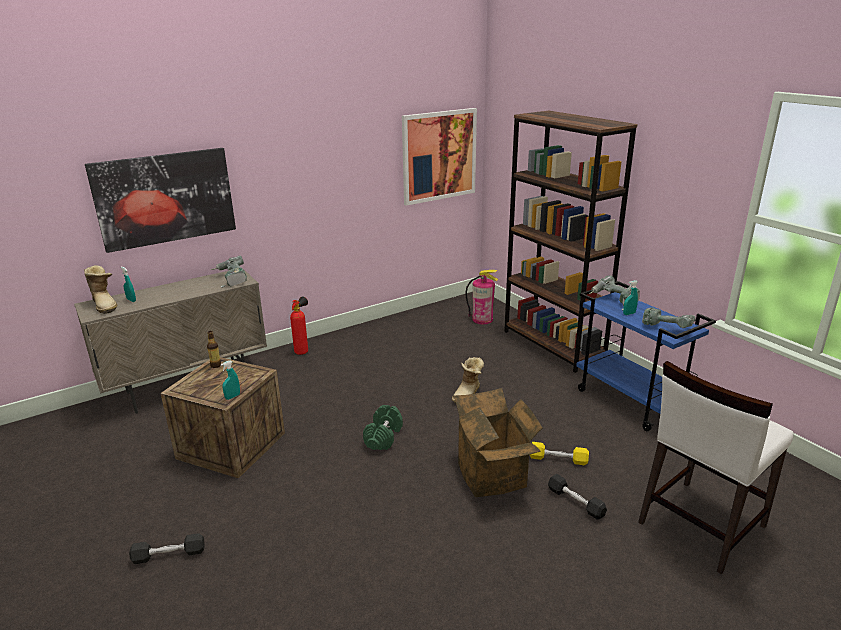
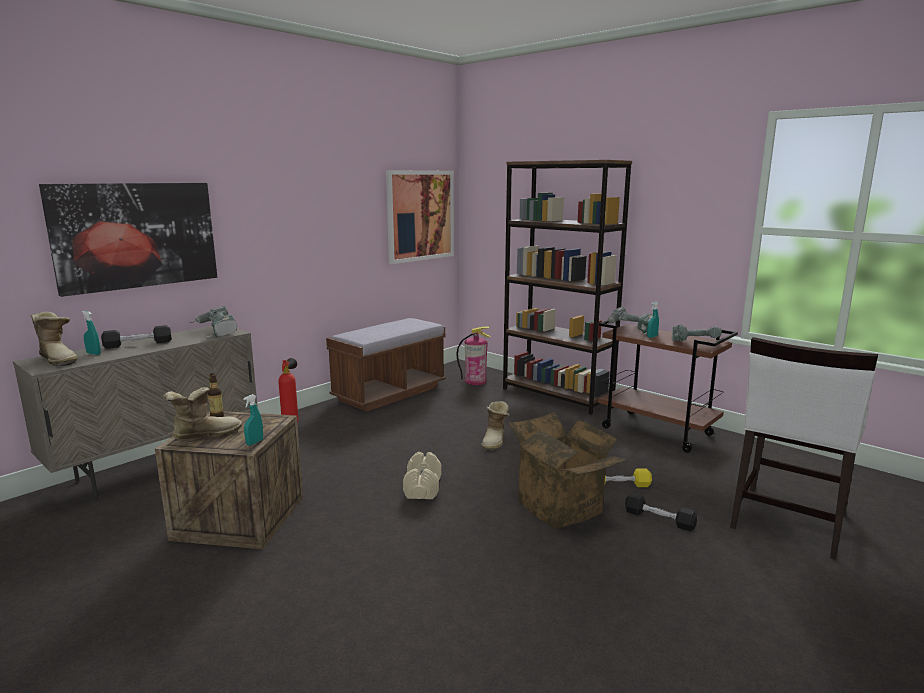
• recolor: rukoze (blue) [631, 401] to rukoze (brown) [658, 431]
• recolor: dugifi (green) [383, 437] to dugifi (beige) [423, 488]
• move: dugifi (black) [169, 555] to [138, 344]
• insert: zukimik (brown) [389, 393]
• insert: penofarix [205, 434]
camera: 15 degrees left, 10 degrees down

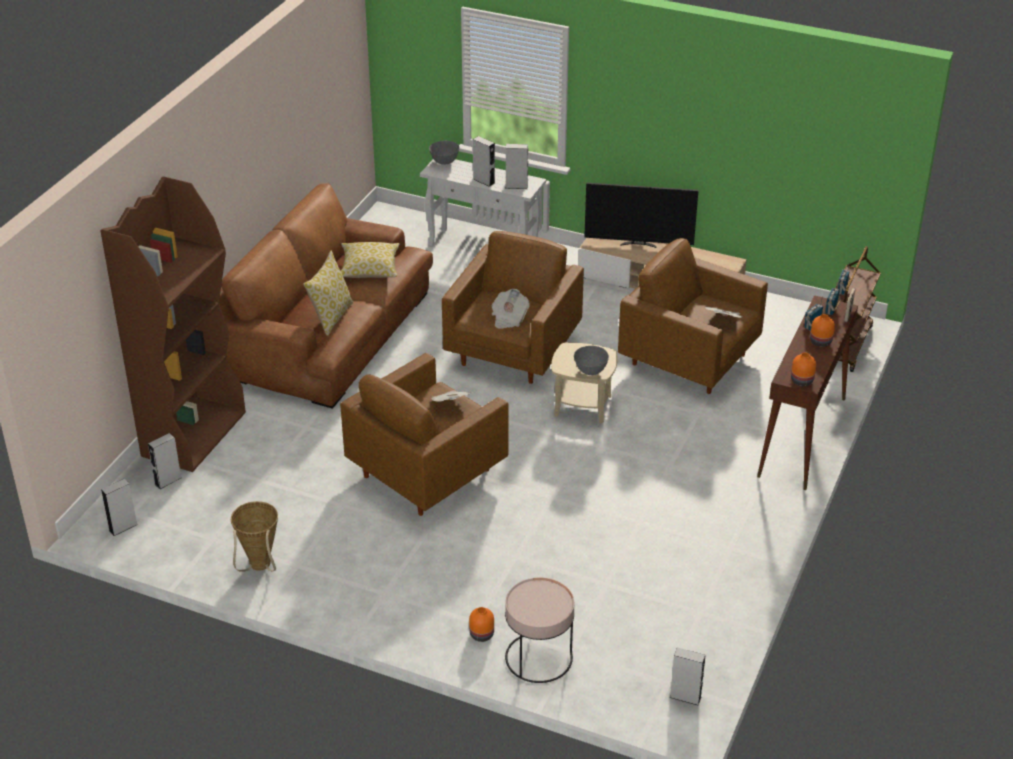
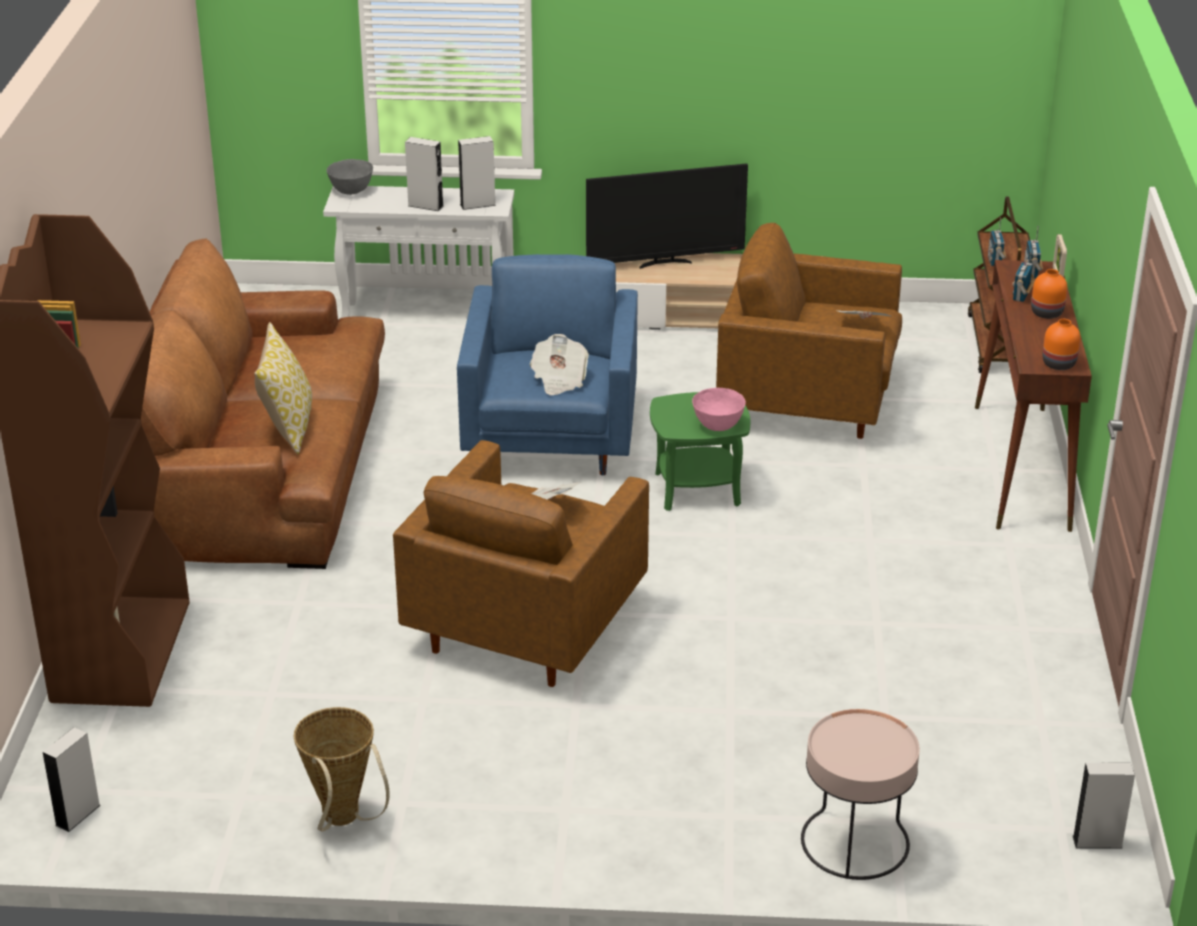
• recolor: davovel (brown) [513, 351] to davovel (blue) [551, 438]
• delete: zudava [369, 269]
• recolor: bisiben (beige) [582, 406] to bisiben (green) [697, 489]
• recolor: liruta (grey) [590, 371] to liruta (pink) [718, 426]
• delete: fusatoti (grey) [168, 481]
• delete: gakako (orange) [481, 635]
camera: 20 degrees left, 5 degrees down

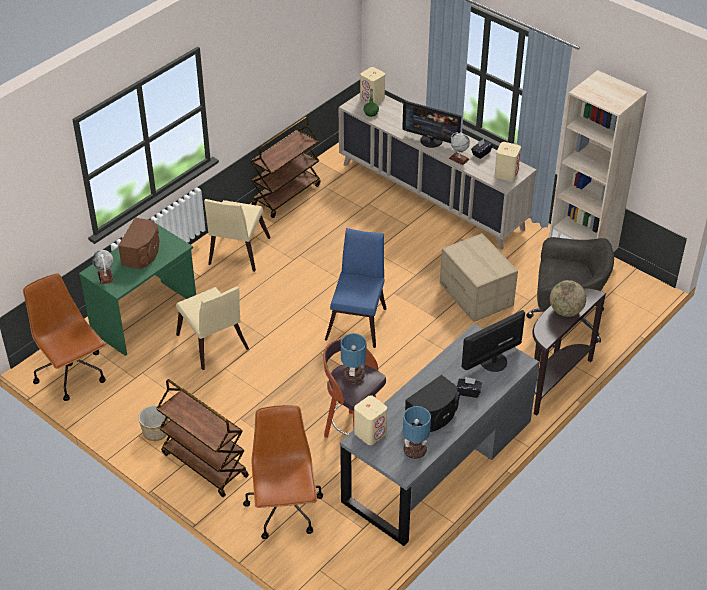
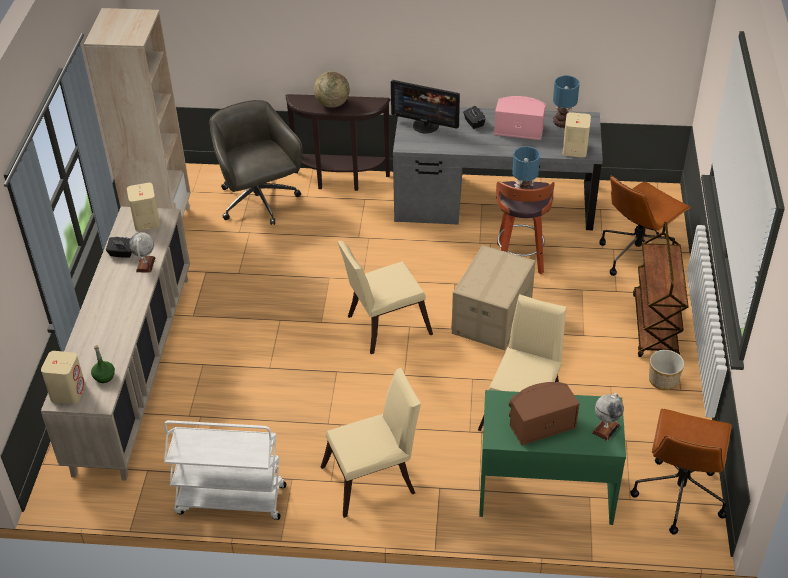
• delete: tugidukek [431, 140]
• recolor: rukoze (brown) [286, 195] to rukoze (white) [230, 500]
• recolor: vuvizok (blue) [358, 320] to vuvizok (beige) [383, 326]
• move: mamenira [477, 294] to [491, 317]
• recolor: fusatoti (black) [433, 416] to fusatoti (pink) [519, 128]
camera: 125 degrees left, 0 degrees up

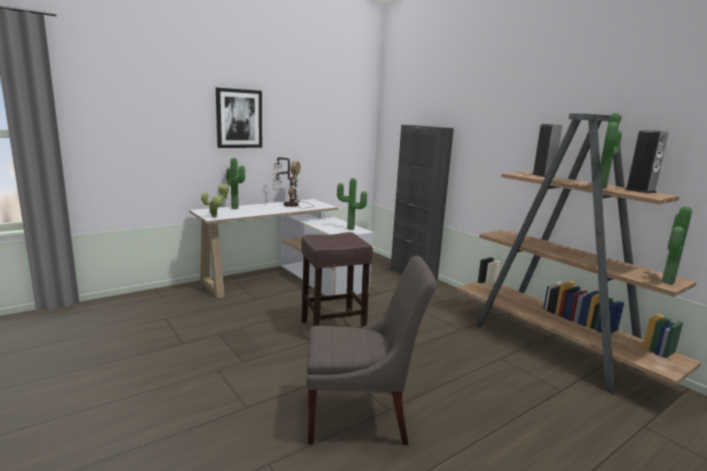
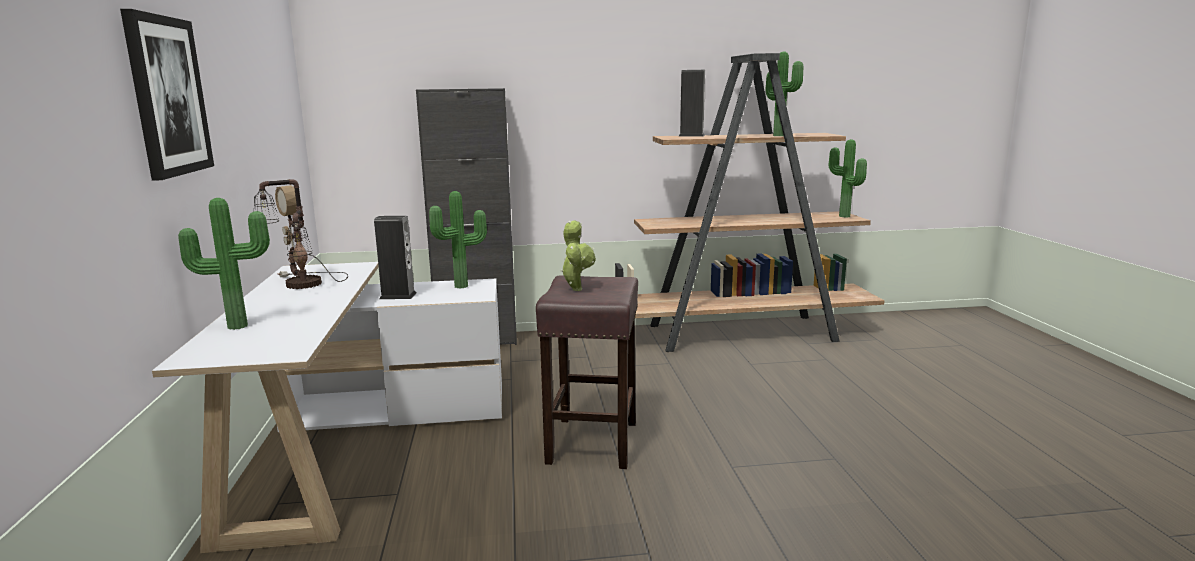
• move: fusatoti [640, 191] to [398, 296]
• move: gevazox [216, 217] to [576, 289]
• delete: vuvizok (grey) [361, 416]
camera: 60 degrees left, 0 degrees up

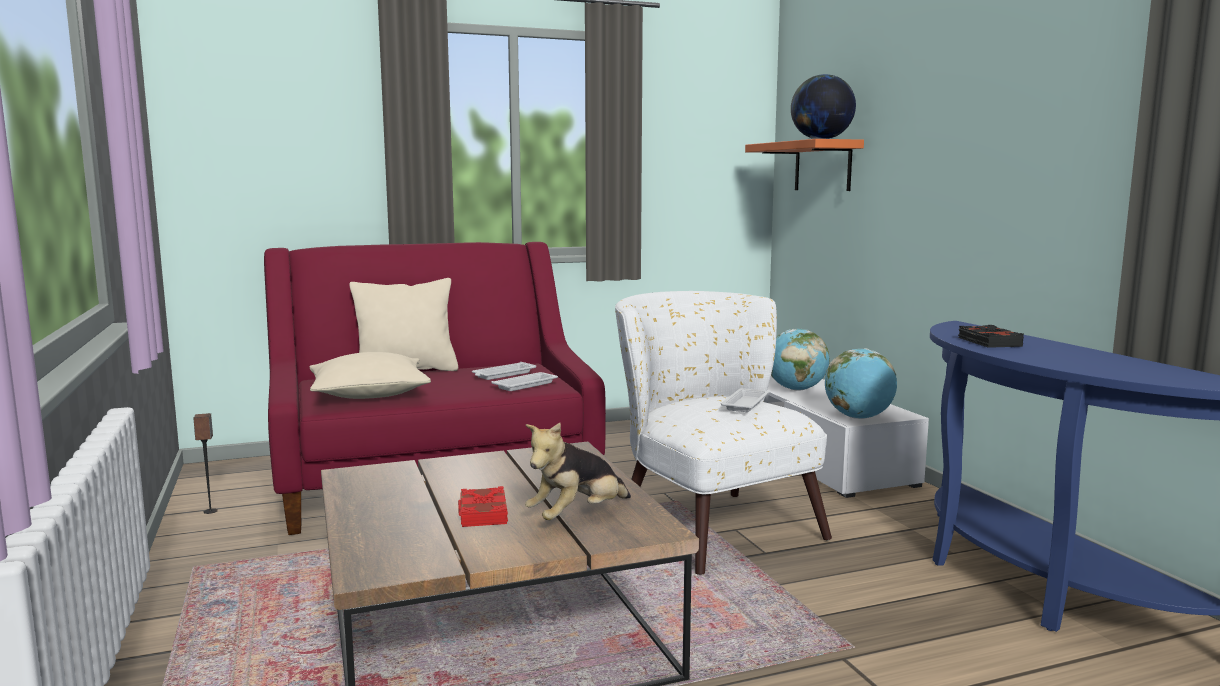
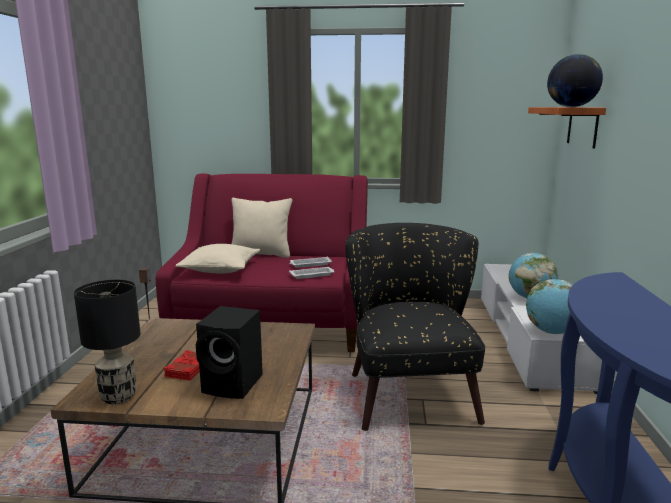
• recolor: davovel (white) [708, 522] to davovel (black) [408, 389]
• delete: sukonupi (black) [988, 342]
• delete: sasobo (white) [745, 404]
• replace: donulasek [577, 516] to fusatoti (black) [234, 384]
• insert: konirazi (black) [118, 397]
camera: 25 degrees right, 5 degrees up

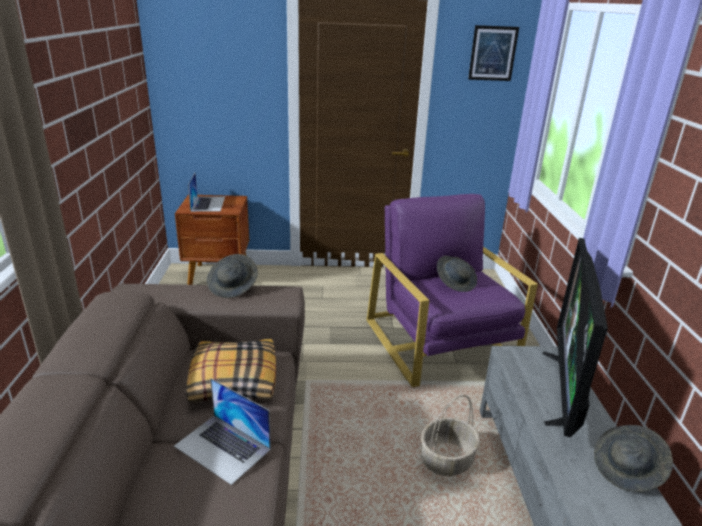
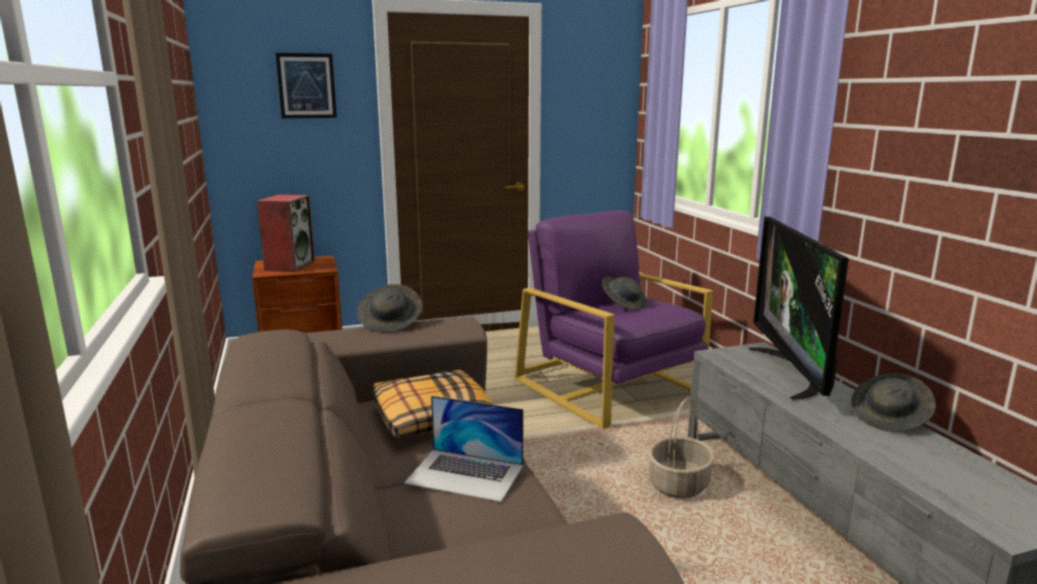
• move: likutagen [493, 53] to [306, 86]
• replace: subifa [208, 203] to fusatoti [289, 265]
camera: 15 degrees left, 10 degrees down

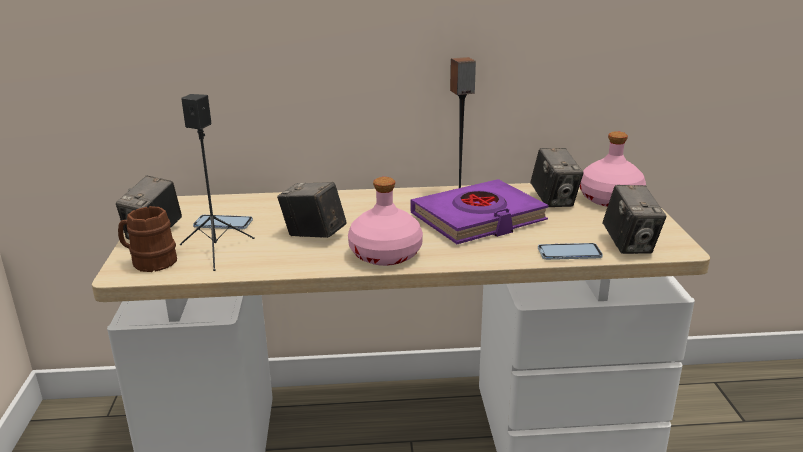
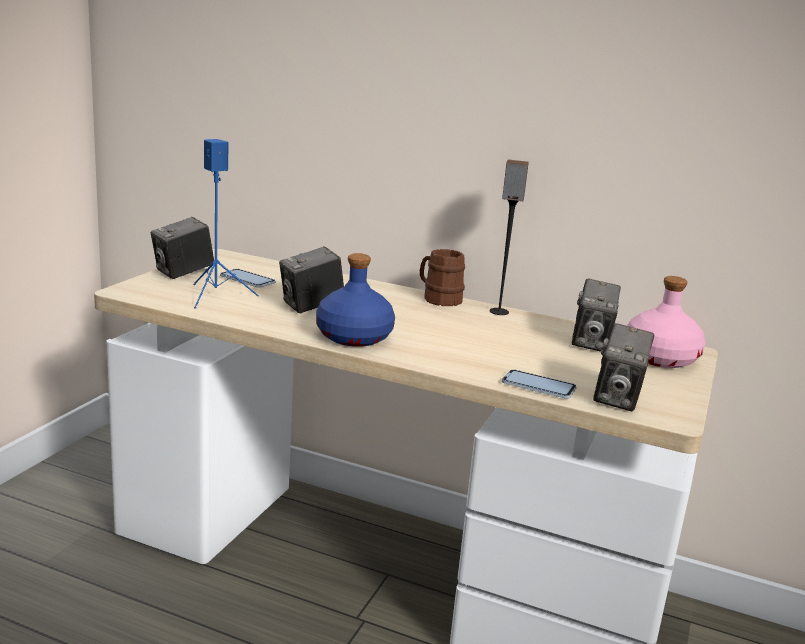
• recolor: fusatoti (black) [217, 250] to fusatoti (blue) [216, 295]
• recolor: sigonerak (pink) [385, 254] to sigonerak (blue) [353, 337]
• delete: sukonupi (purple) [478, 219]
• rotate: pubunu [313, 235] = [311, 307] 90 degrees counterclockwise
• move: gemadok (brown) [149, 262] to [438, 299]
camera: 25 degrees right, 5 degrees down

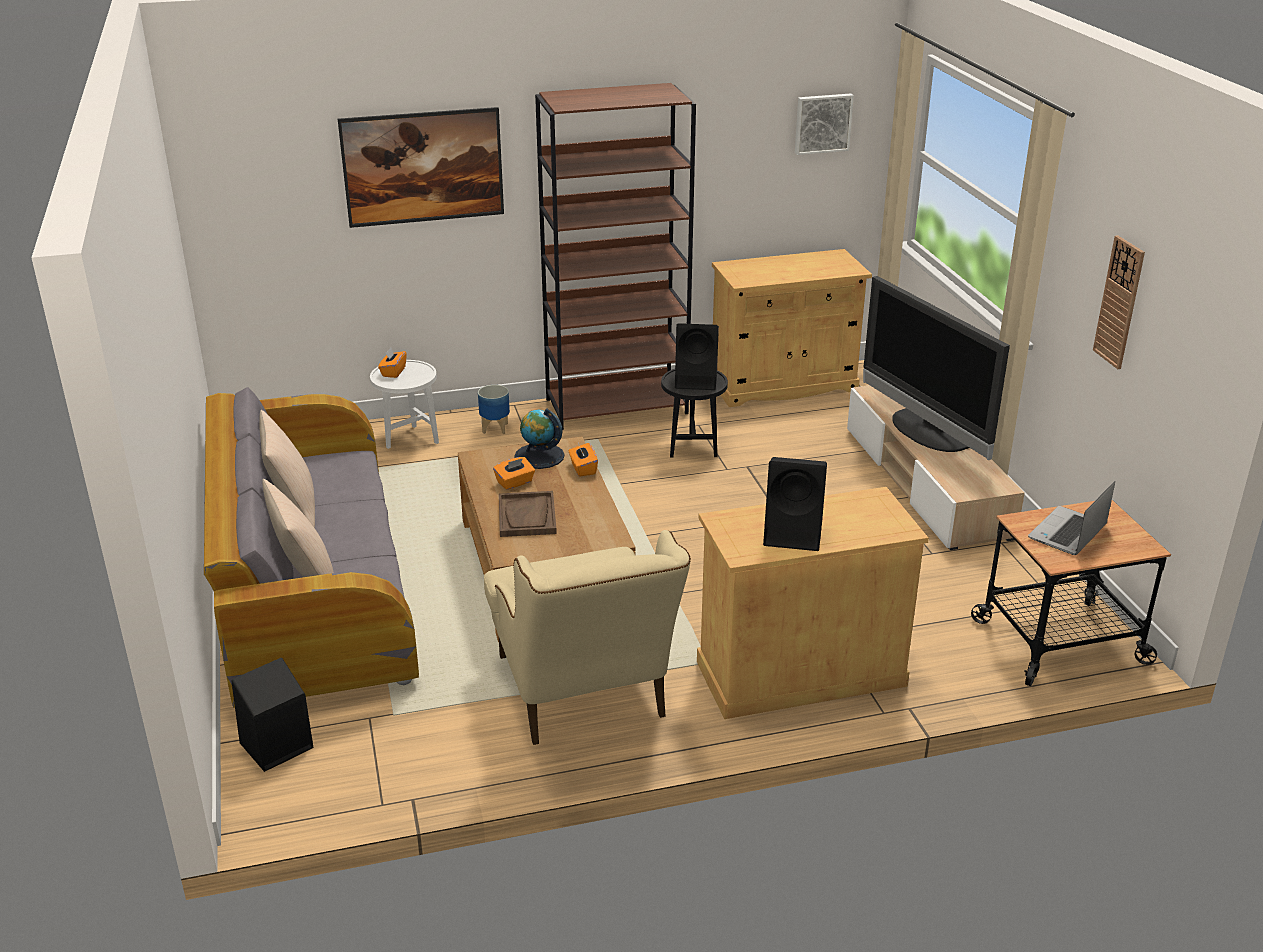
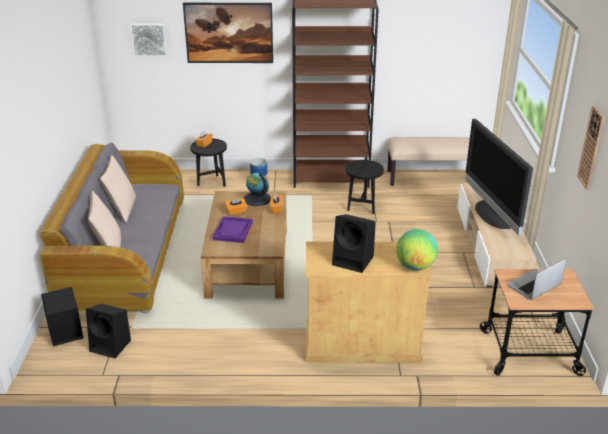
• move: likutagen [822, 123] to [149, 39]
• replace: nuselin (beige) [783, 385] to zukimik (beige) [432, 178]
• move: fusatoti (black) [697, 380] to [111, 346]
• recolor: bisiben (white) [409, 440] to bisiben (black) [211, 182]
• recolor: sasobo (brown) [527, 516] to sasobo (purple) [233, 231]
• delete: davovel (beige) [585, 698]
• insert: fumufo [415, 266]
camera: 15 degrees right, 0 degrees up

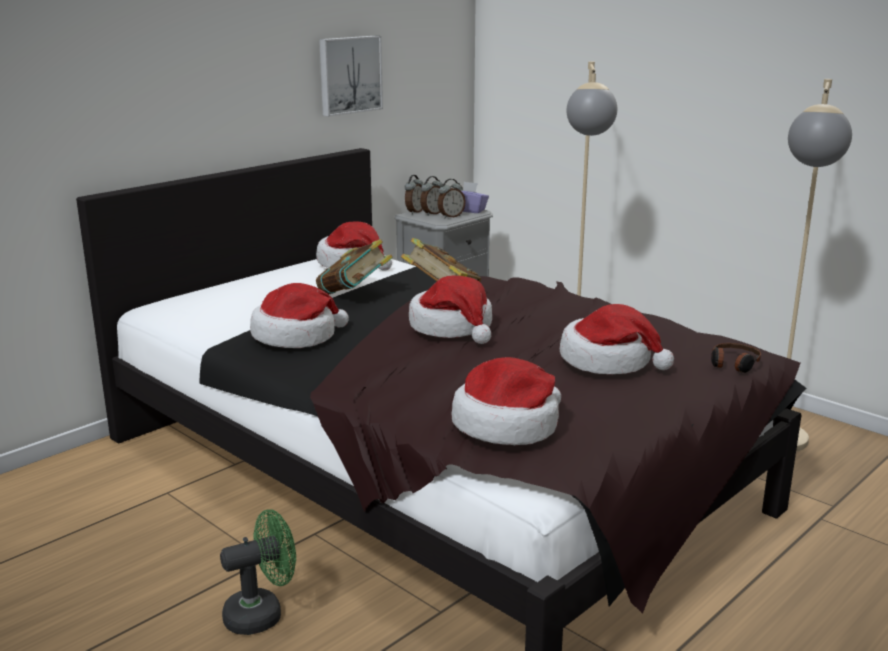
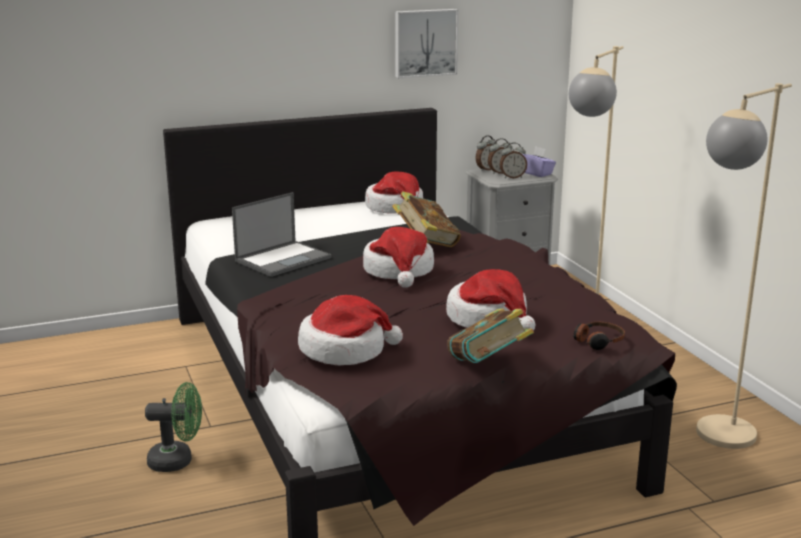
• move: sukonupi [354, 295] to [488, 367]
• replace: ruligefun [296, 336] to subifa [284, 259]
camera: 25 degrees right, 0 degrees up

